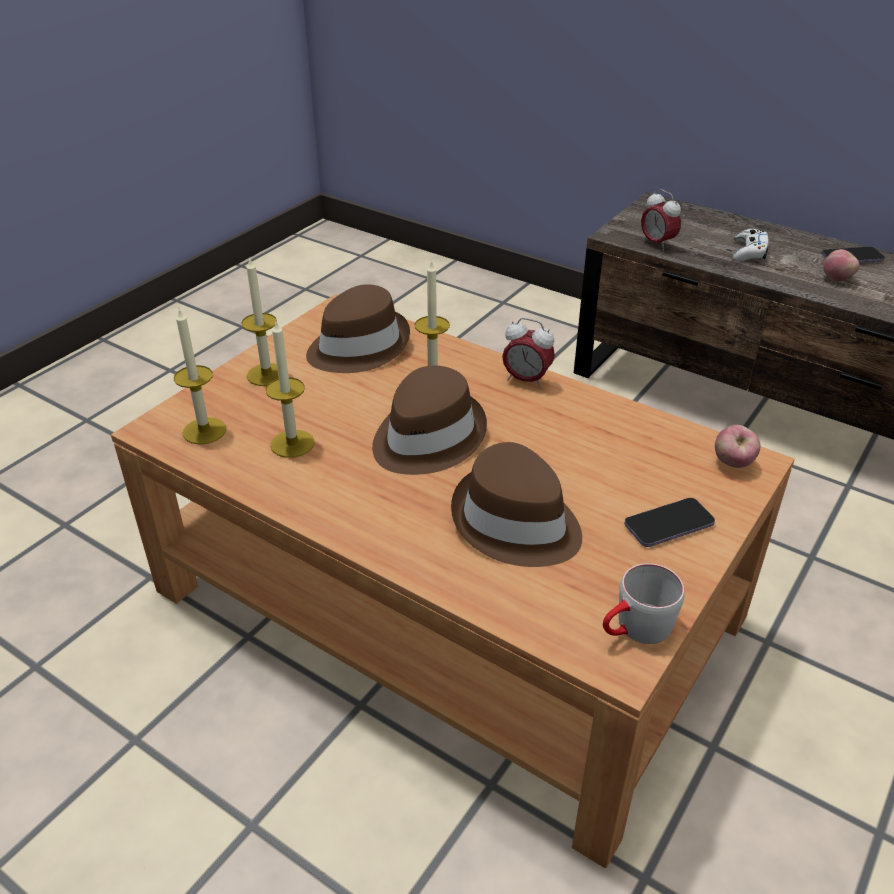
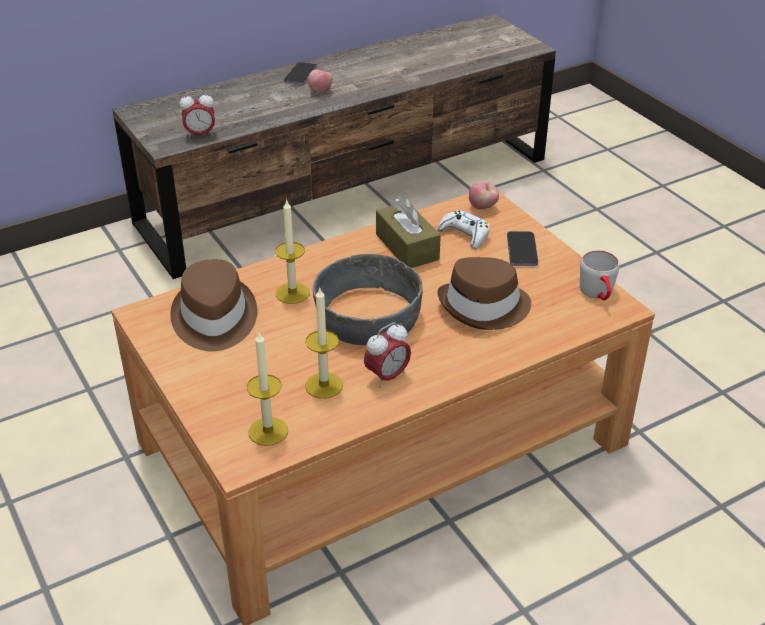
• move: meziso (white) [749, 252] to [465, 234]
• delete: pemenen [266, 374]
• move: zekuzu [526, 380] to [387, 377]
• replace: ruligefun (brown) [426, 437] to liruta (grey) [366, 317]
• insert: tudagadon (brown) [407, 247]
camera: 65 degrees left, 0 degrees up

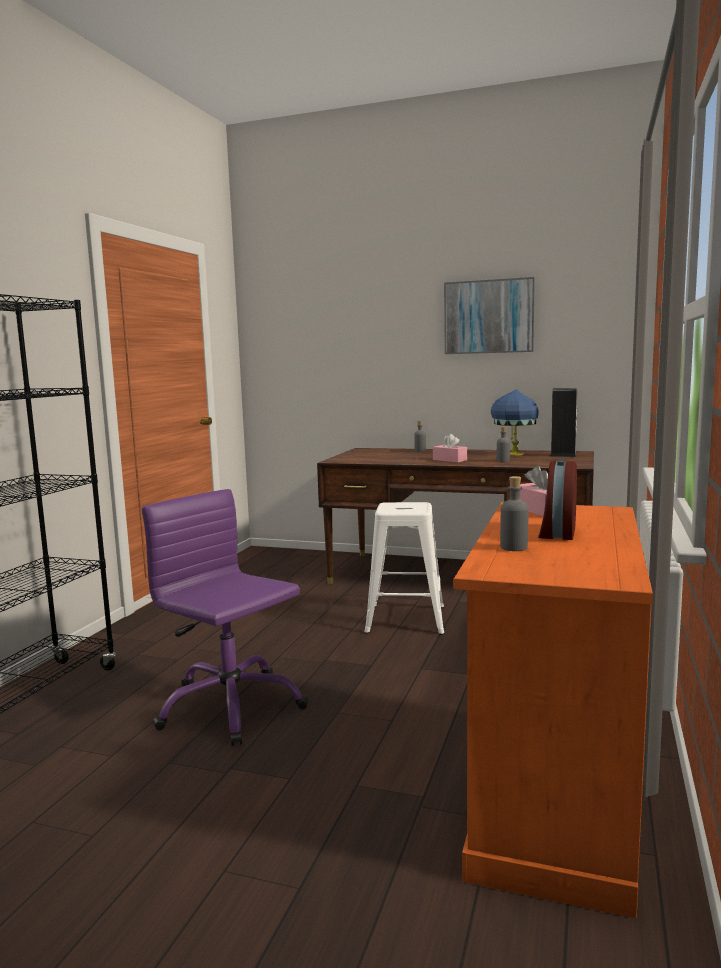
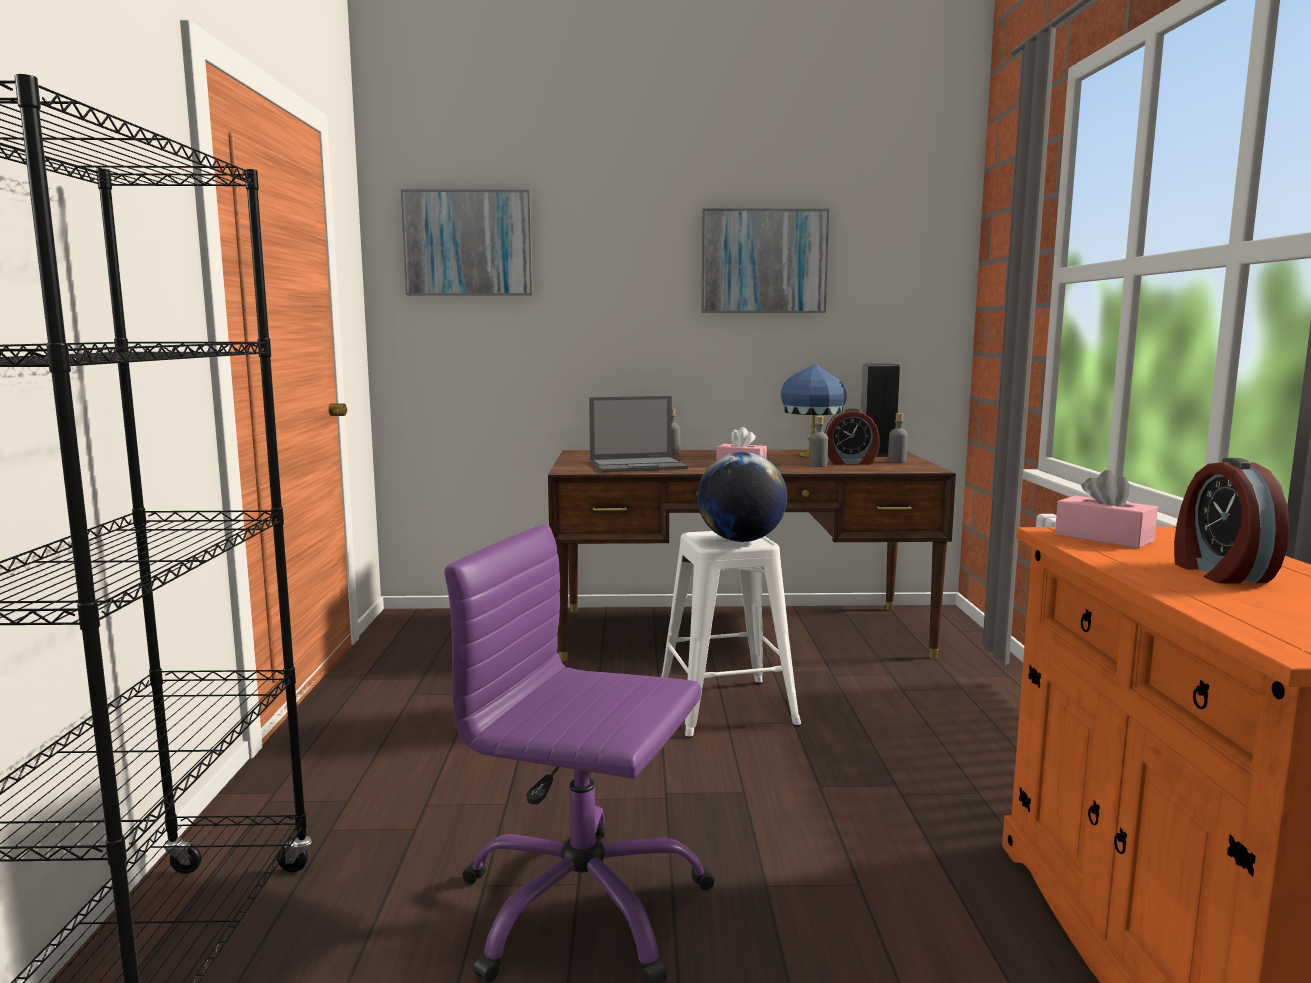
• move: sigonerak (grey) [514, 547] to [897, 461]
• insert: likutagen [468, 243]
• insert: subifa [639, 465]
• insert: zekuzu [850, 462]
• insert: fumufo [741, 540]
camera: 20 degrees left, 0 degrees up

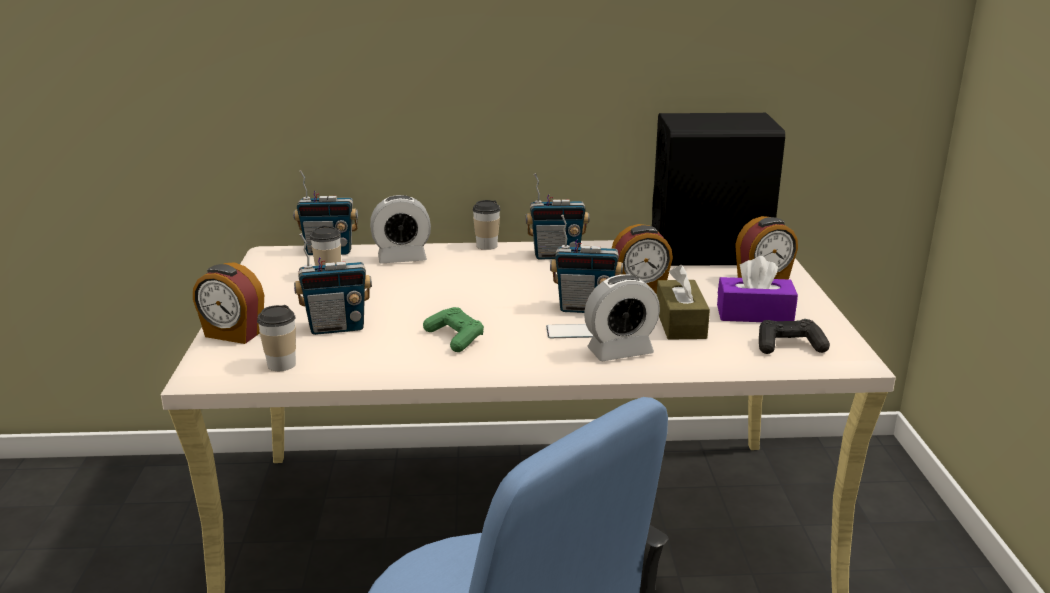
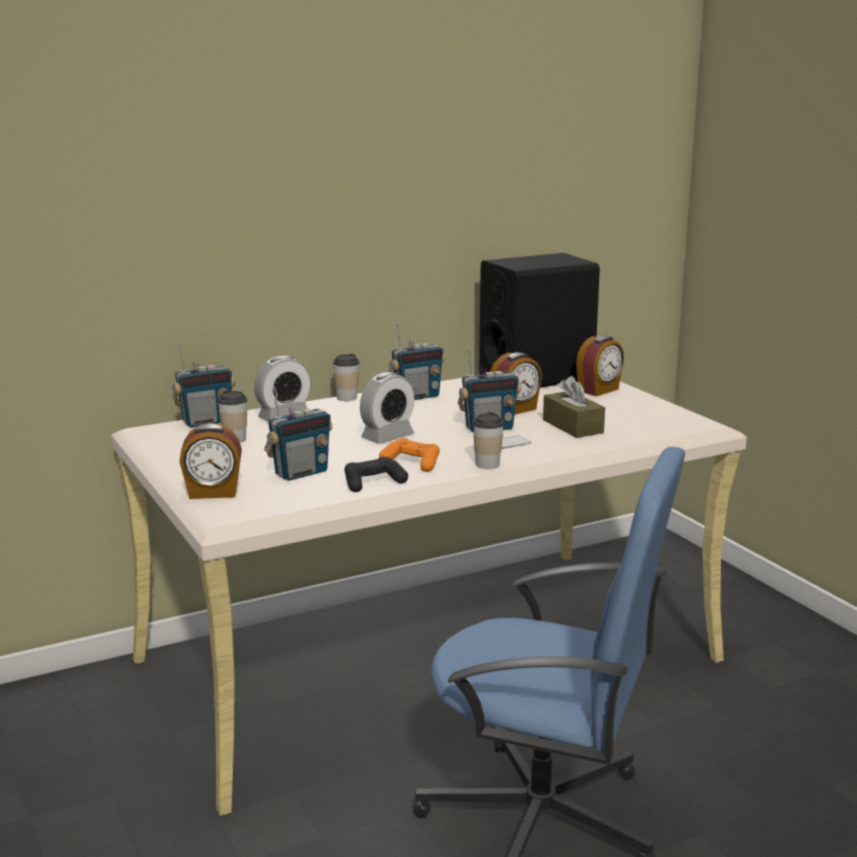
• delete: tudagadon (purple) [754, 314]
• move: zekuzu [620, 351] to [387, 437]
• move: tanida [281, 364] to [487, 464]
• recolor: meziso (green) [455, 338] to meziso (orange) [412, 463]
• move: meziso (black) [789, 346] to [373, 483]
camera: 25 degrees left, 5 degrees down

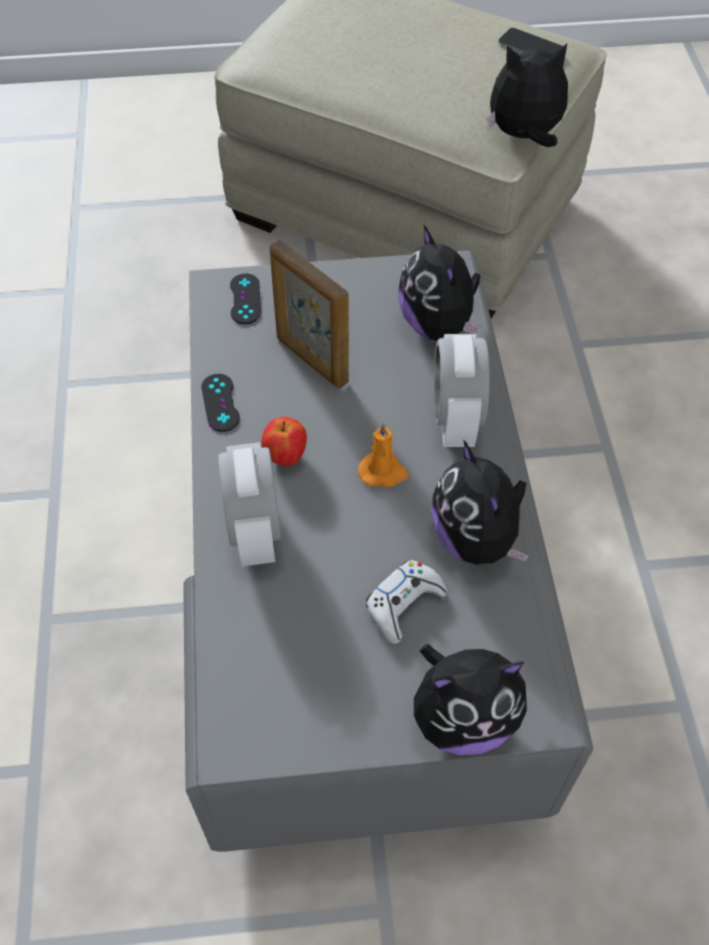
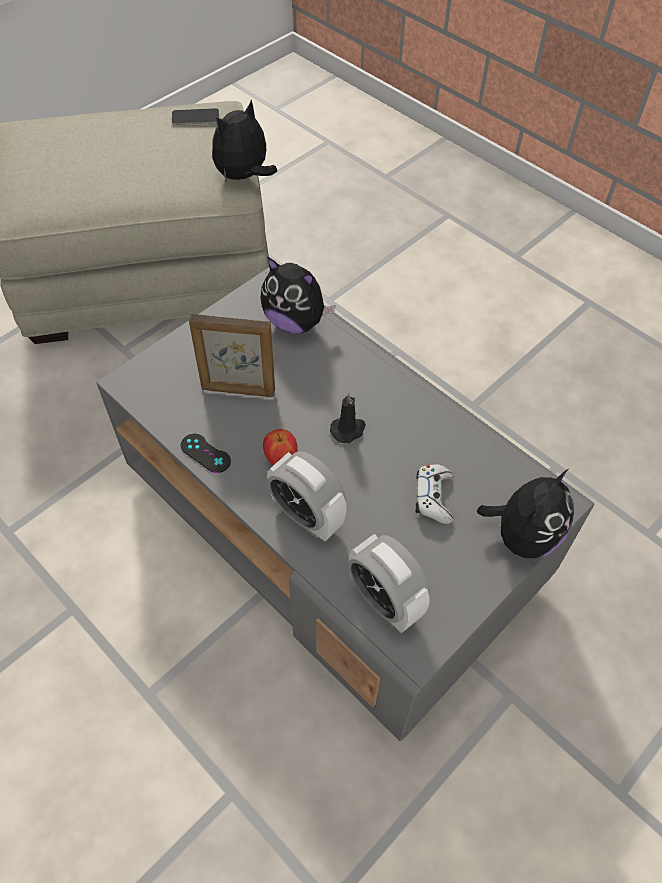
• delete: meziso (black) [245, 299]
• move: zekuzu [455, 420] to [385, 600]
• recolor: pemenen (orange) [383, 472] to pemenen (black) [348, 429]
• delete: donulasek [476, 538]
camera: 40 degrees left, 0 degrees up

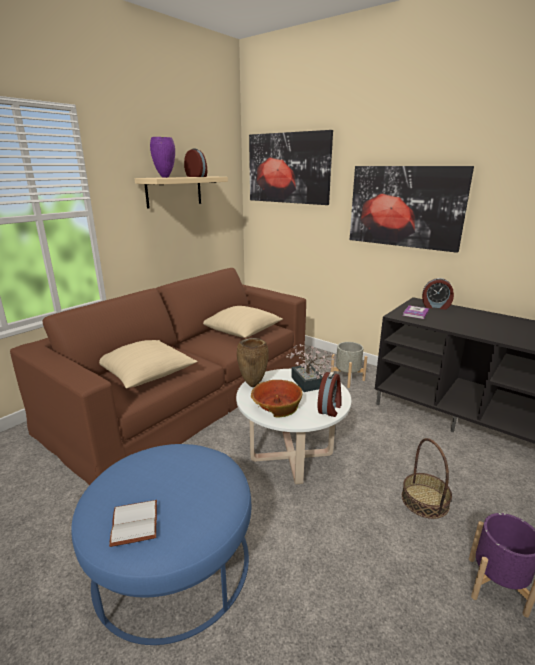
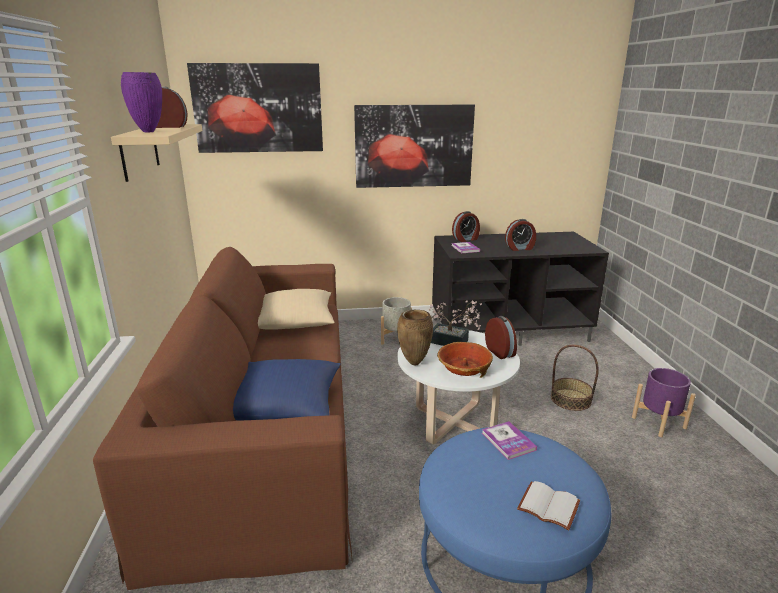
• recolor: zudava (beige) [146, 374] to zudava (blue) [286, 406]
• insert: zekuzu [520, 248]
• insert: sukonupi [508, 441]
camera: 45 degrees left, 0 degrees up

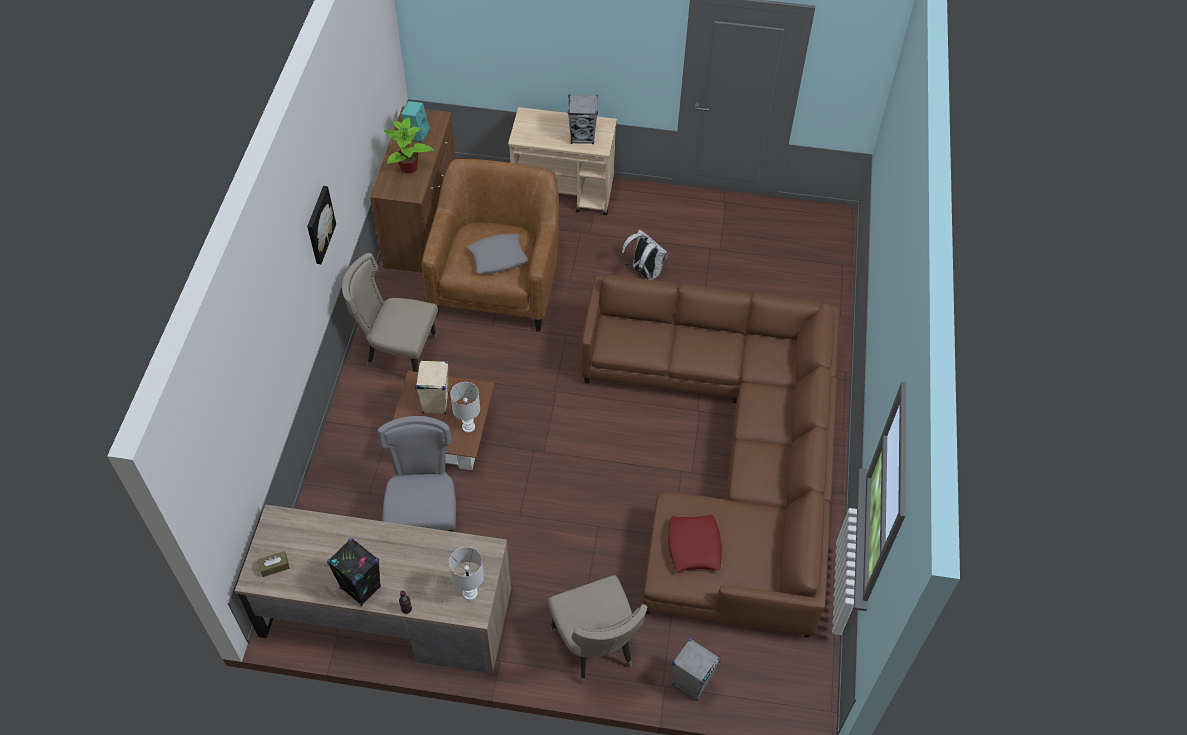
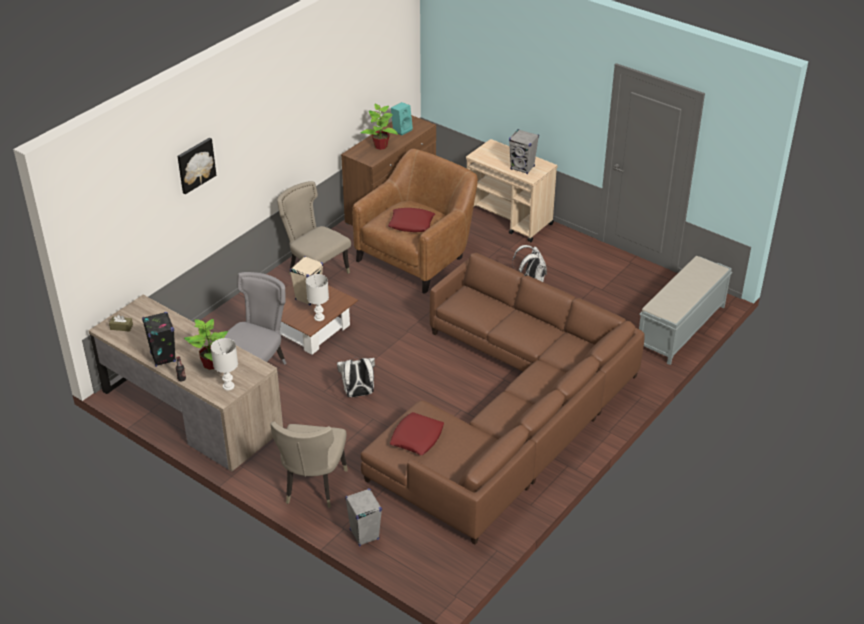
• move: likutagen [319, 224] to [195, 165]
• recolor: zudava (grey) [498, 257] to zudava (red) [411, 224]
• insert: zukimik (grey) [680, 328]
• insert: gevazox [211, 364]
• insert: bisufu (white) [358, 394]
camera: 30 degrees right, 15 degrees down

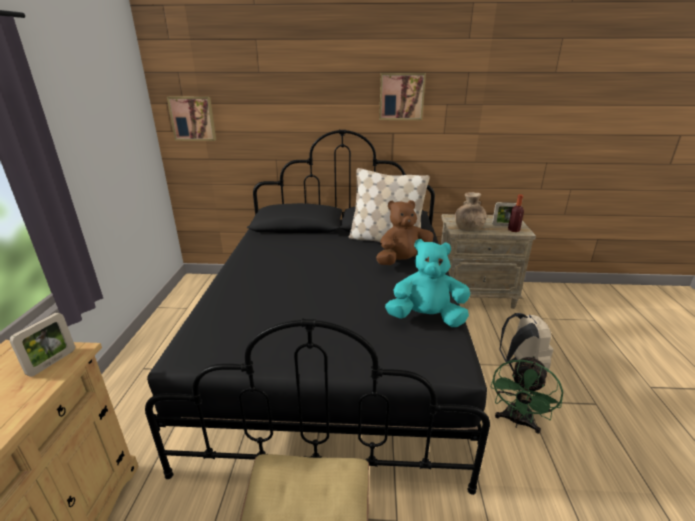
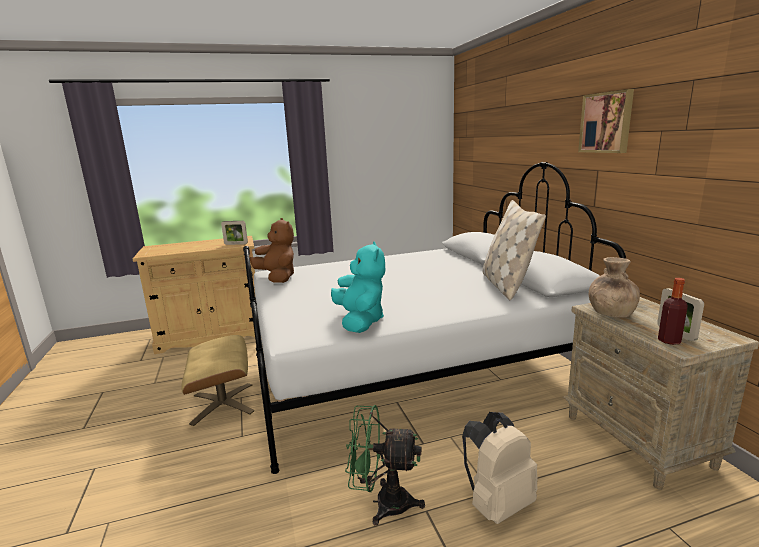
• delete: likutagen [193, 118]
• recolor: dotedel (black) [335, 351] to dotedel (white) [411, 367]
• move: donulasek (brown) [403, 263] to [277, 278]
camera: 70 degrees right, 10 degrees down

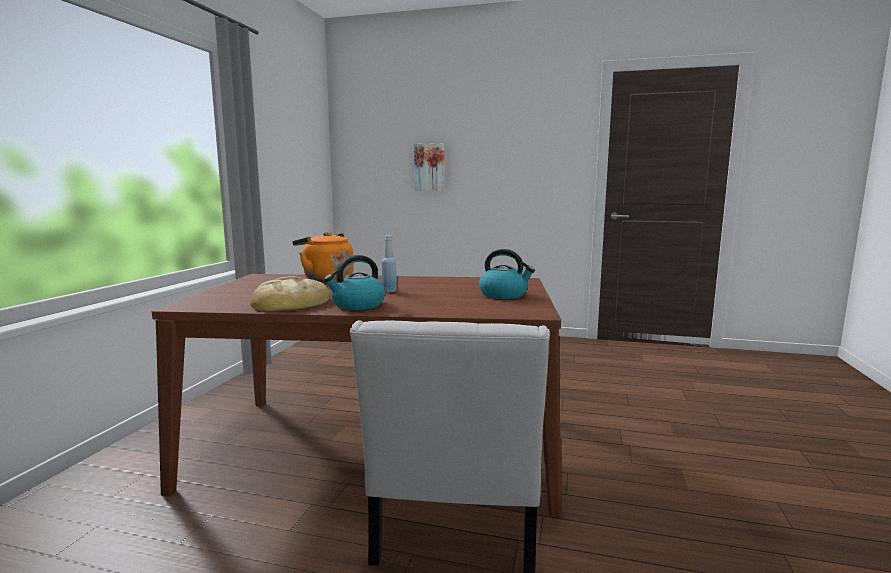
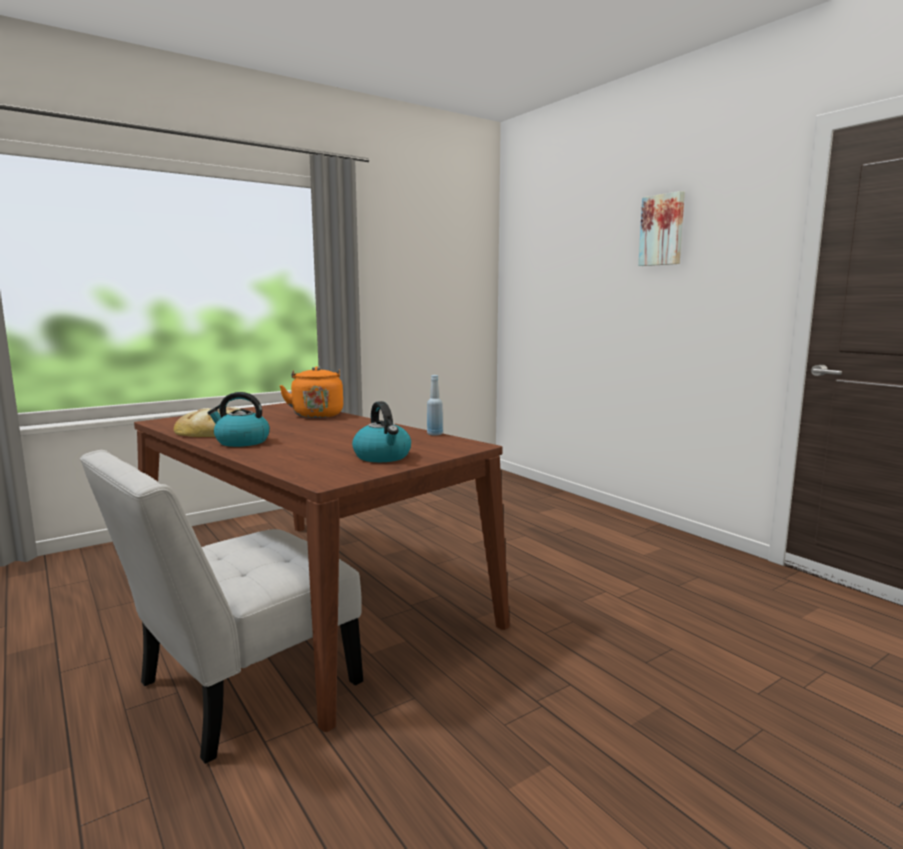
• move: likutagen [430, 167] to [662, 230]
• move: sigonerak (blue) [389, 291] to [435, 434]
camera: 40 degrees right, 0 degrees up

